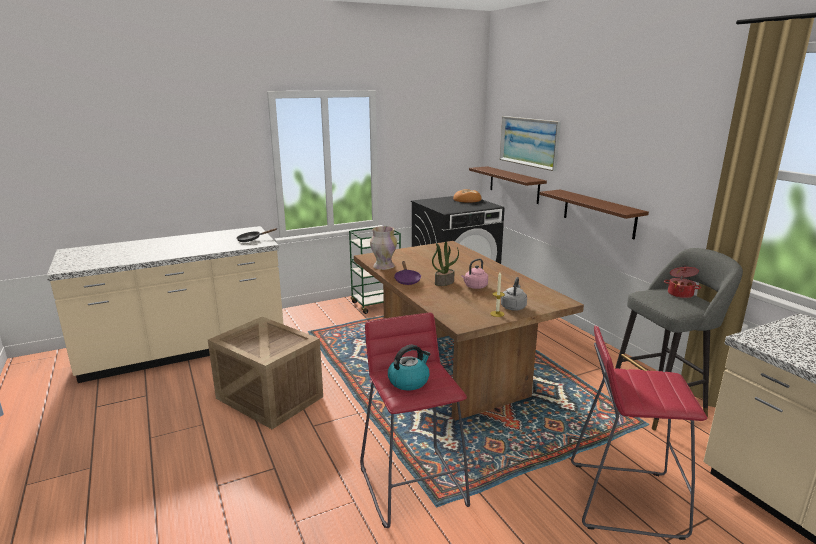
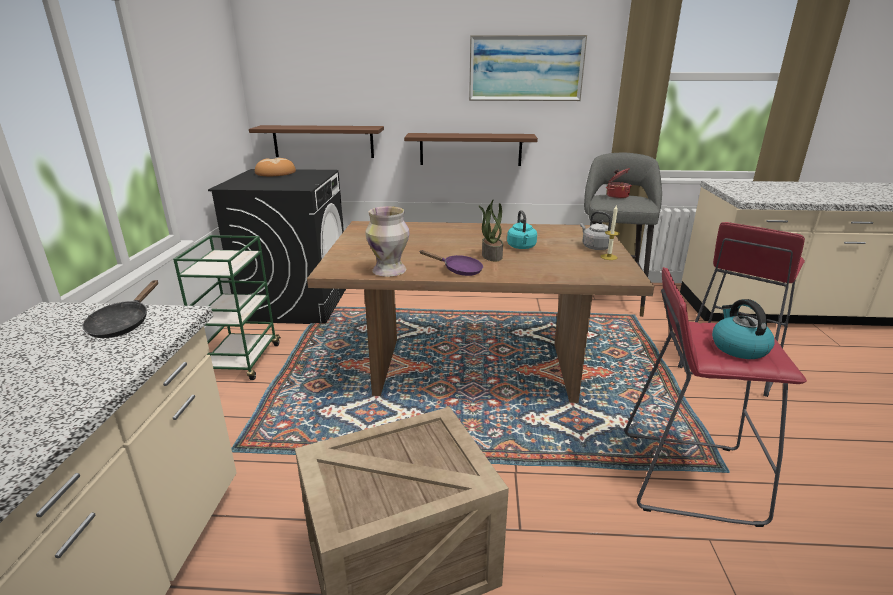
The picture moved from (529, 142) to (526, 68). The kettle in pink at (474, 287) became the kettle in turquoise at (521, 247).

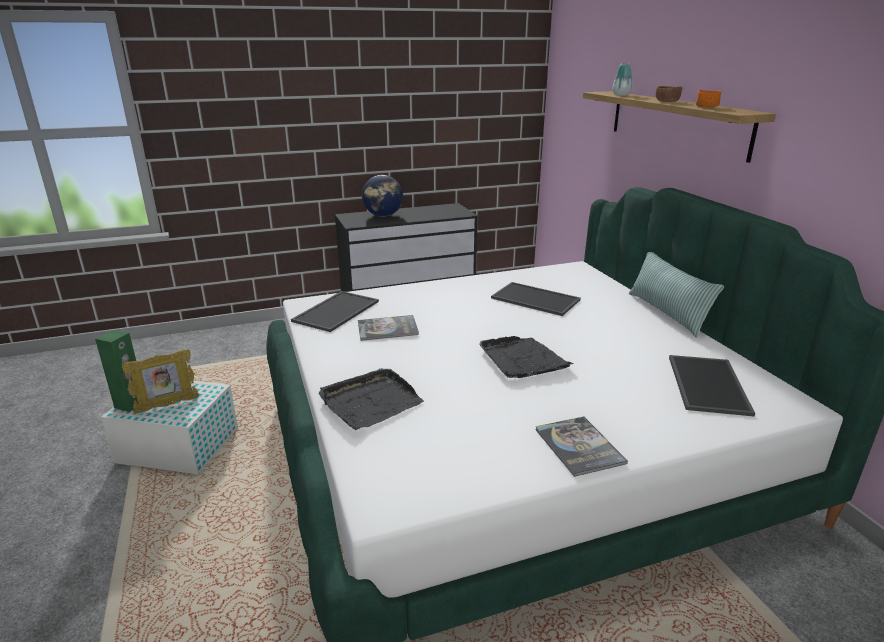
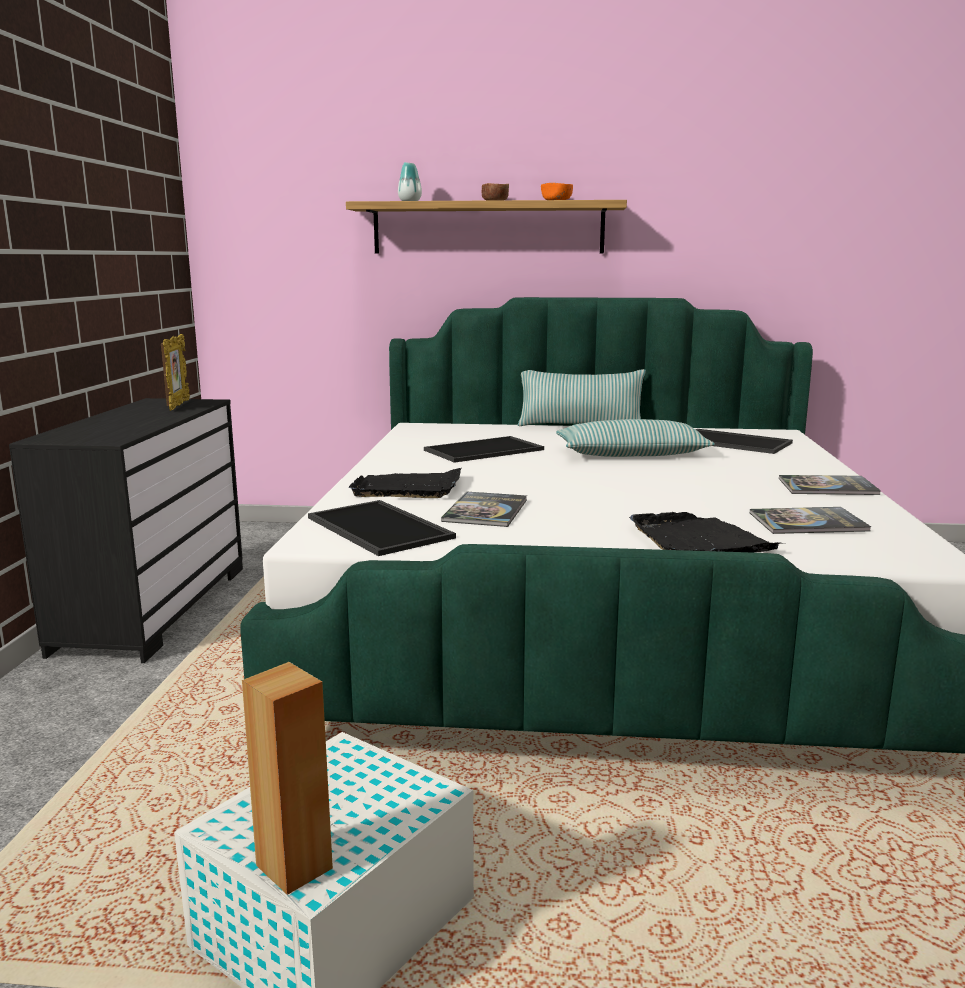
The picture frame moved from (167, 405) to (178, 405). The speaker in green at (130, 404) became the speaker in brown at (295, 866). The tray in black moved from (522, 360) to (408, 488). The pillow at (632, 454) appeared. The book at (807, 522) appeared. The globe at (383, 215) disappeared.

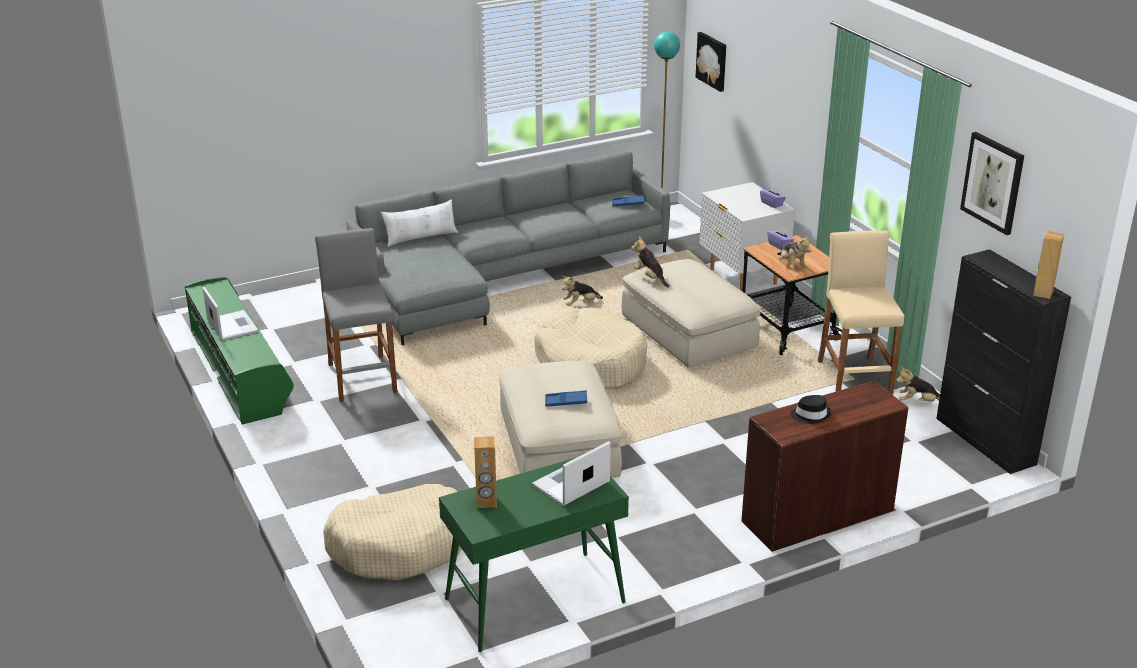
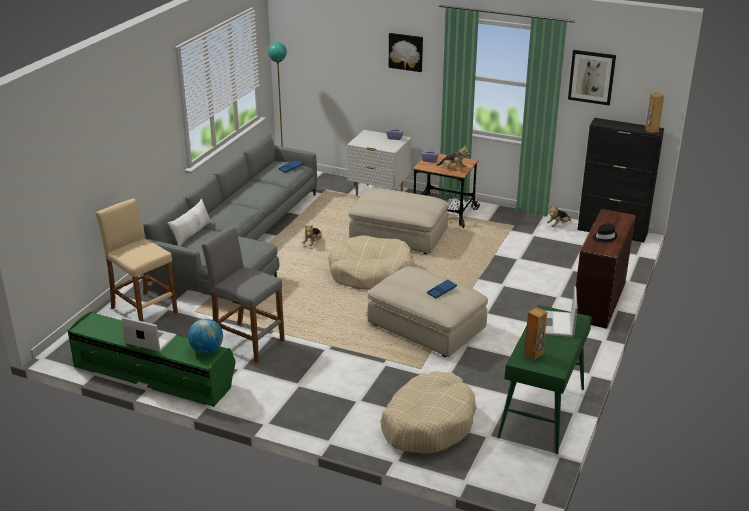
The stool in beige moved from (854, 378) to (144, 310). The globe at (206, 350) appeared. The picture moved from (712, 61) to (406, 51). The plush toy at (650, 277) disappeared.

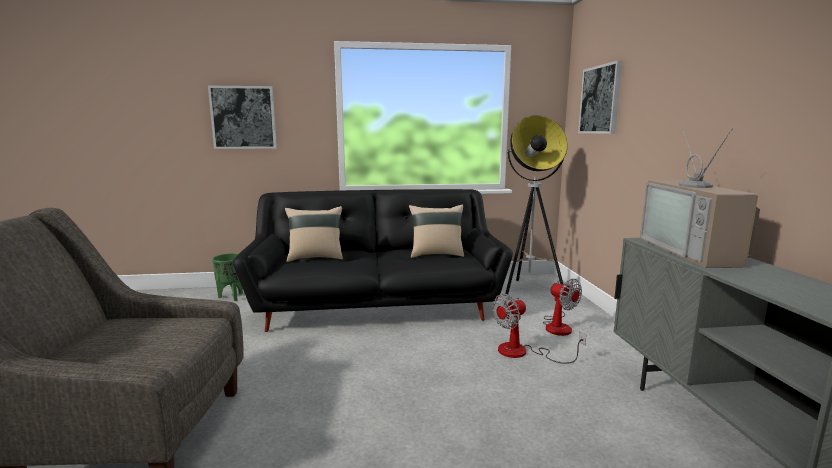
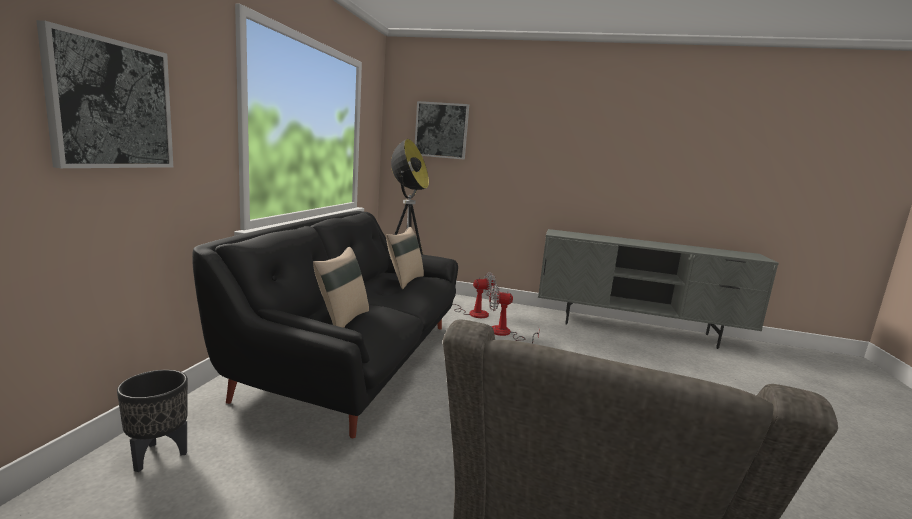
The planter in green at (232, 297) became the planter in black at (158, 455). The fan at (523, 352) turned 105 degrees clockwise. The television at (695, 252) disappeared.

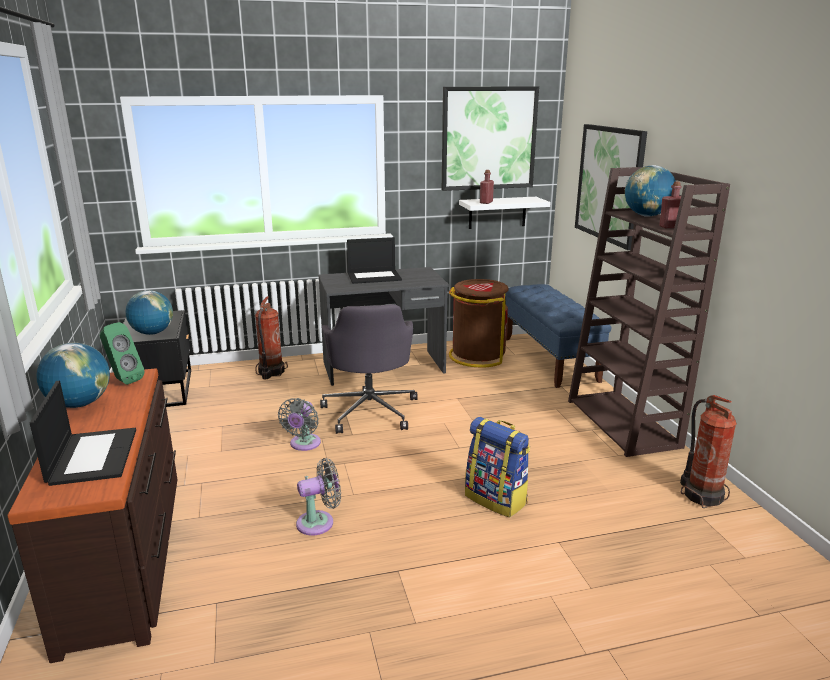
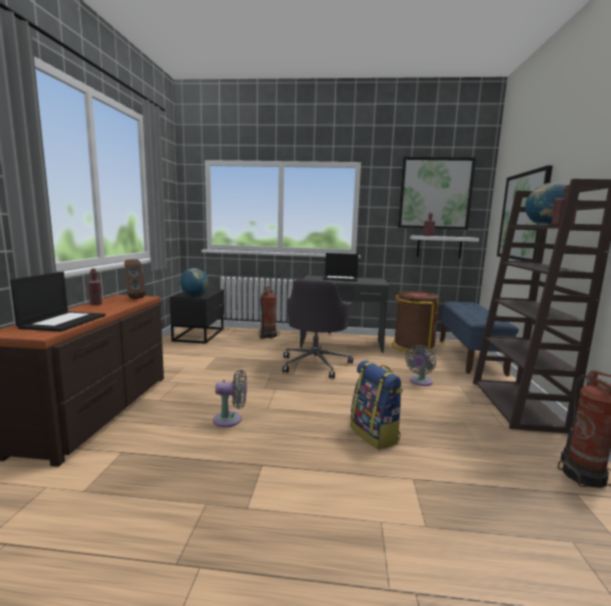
The globe at (80, 404) was replaced by the bottle in red at (96, 303). The speaker in green at (123, 380) became the speaker in brown at (134, 298). The fan in grey moved from (304, 444) to (420, 382).

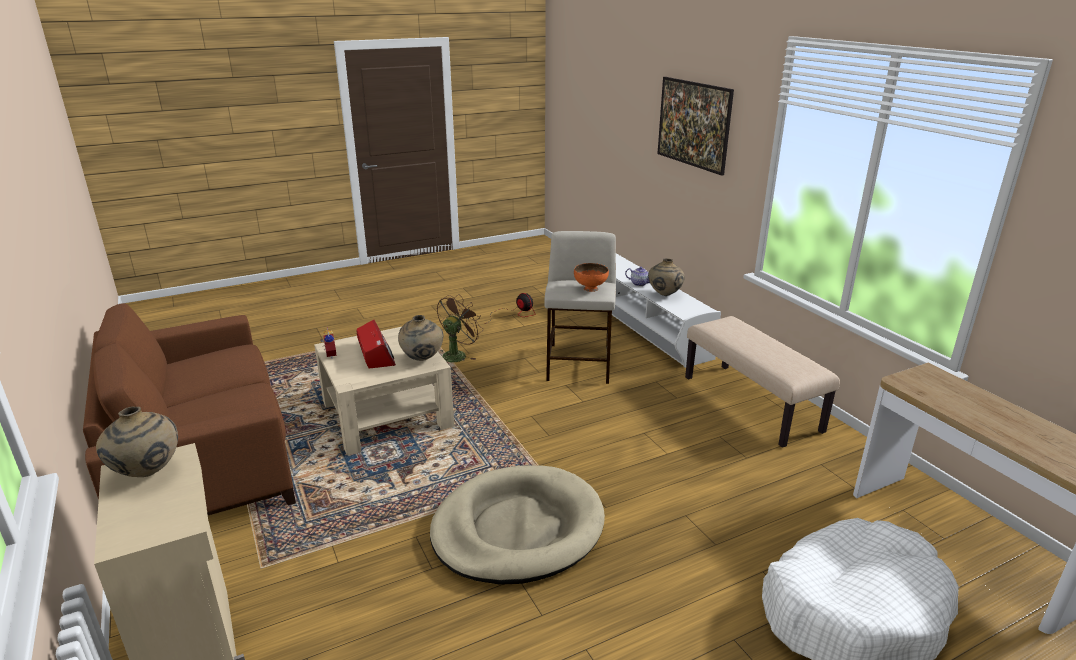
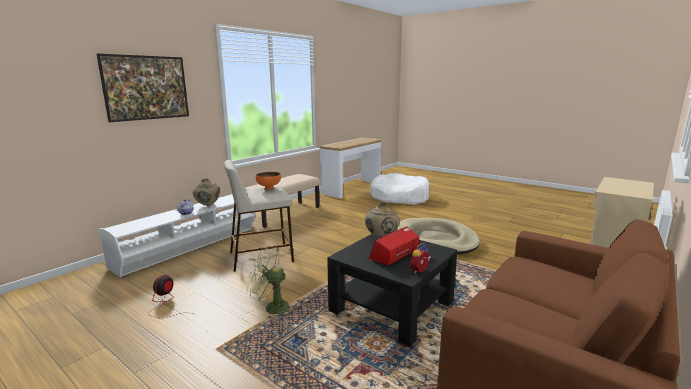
The fan in brown at (457, 354) became the fan in green at (271, 308). The coffee table in beige at (386, 414) became the coffee table in black at (392, 306). The vase in beige at (147, 474) disappeared.

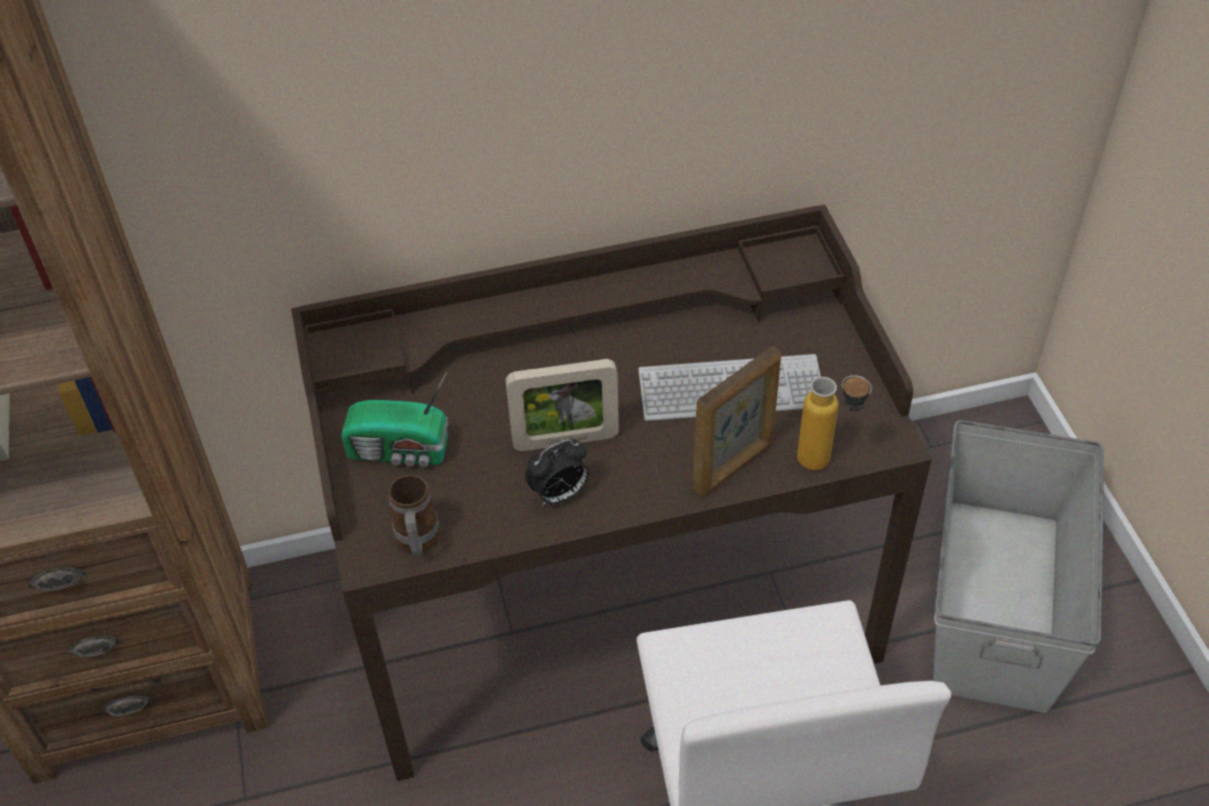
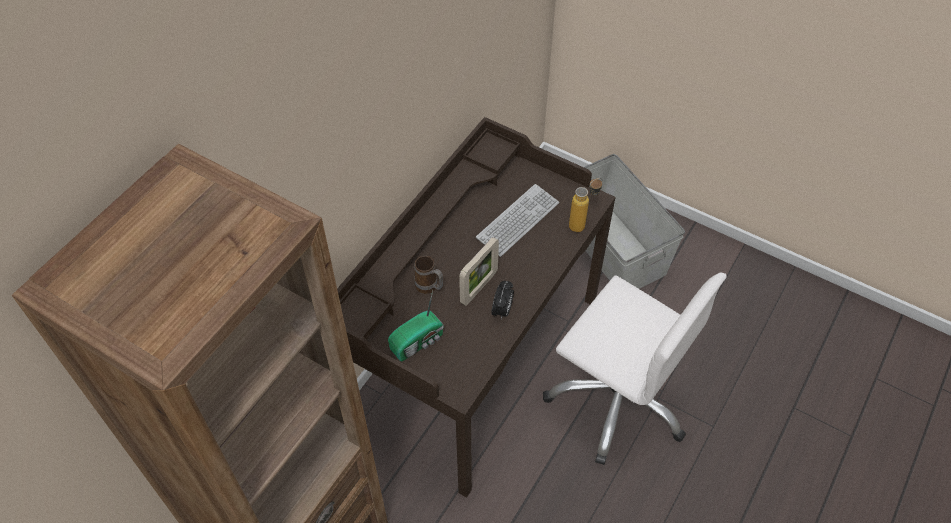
The mug moved from (417, 544) to (430, 287). The picture frame at (734, 466) disappeared.

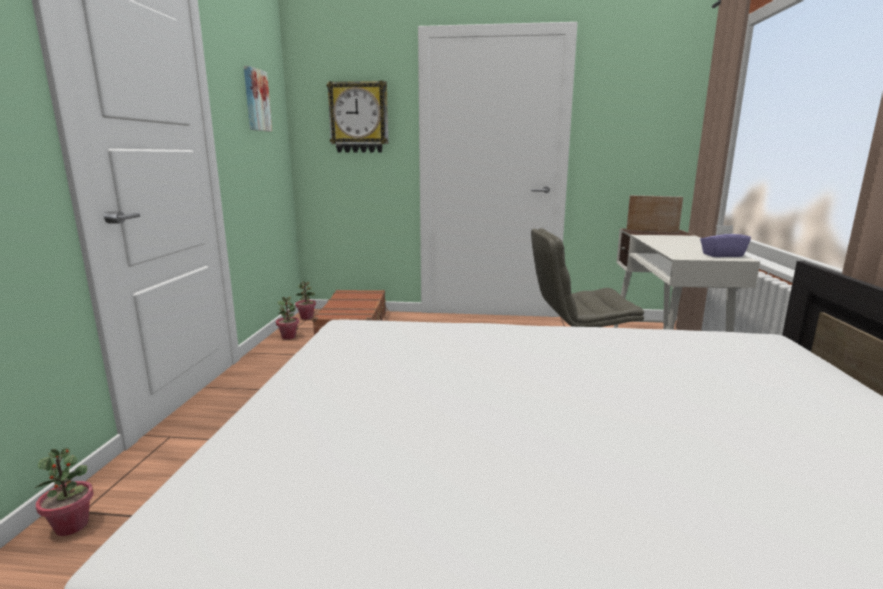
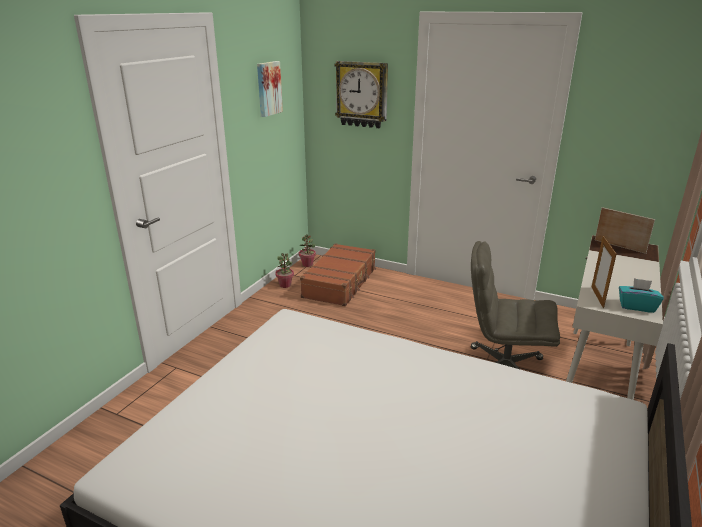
The picture frame at (597, 297) appeared. The tissue box in purple at (722, 255) became the tissue box in turquoise at (636, 306). The potted plant at (72, 526) disappeared.

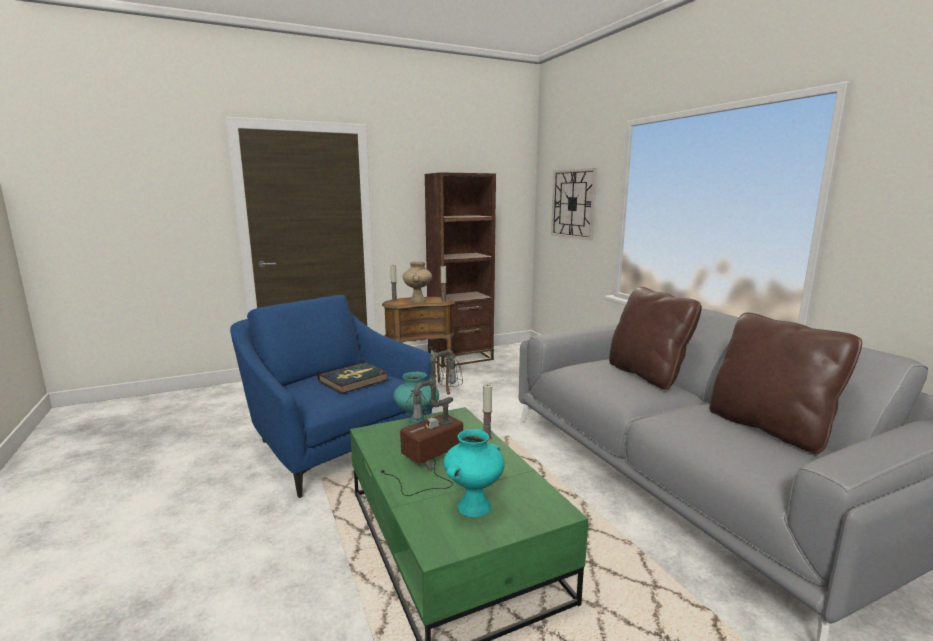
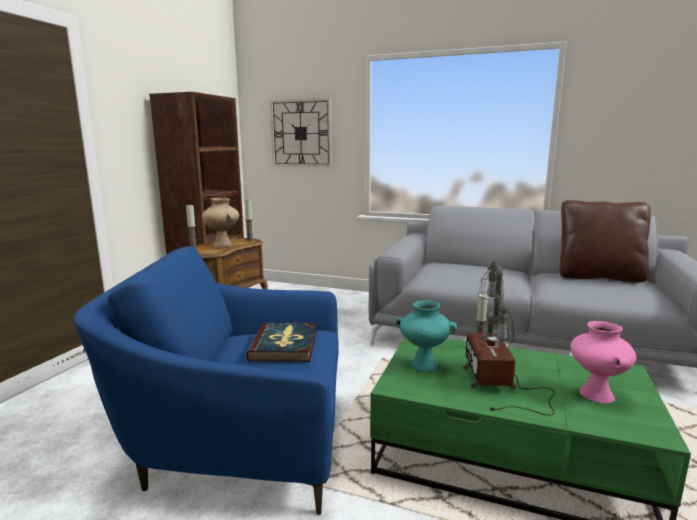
The vase in turquoise at (474, 506) became the vase in pink at (595, 394). The pillow in brown at (647, 375) disappeared.

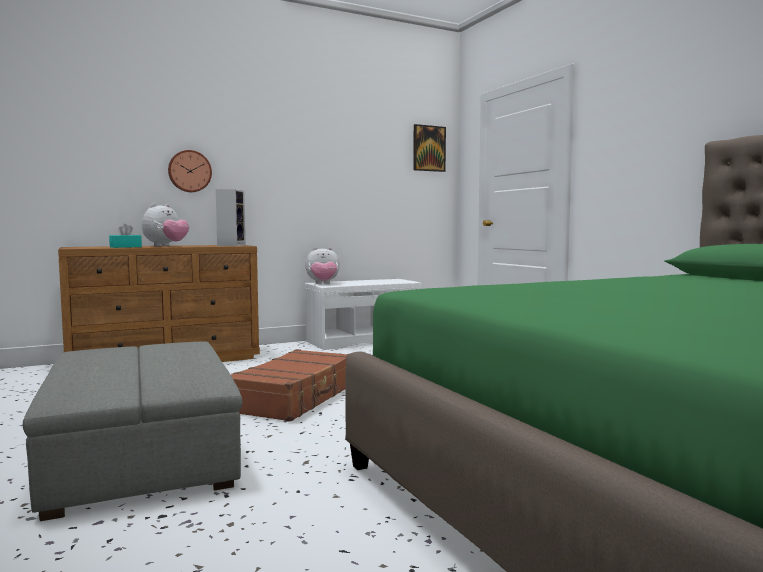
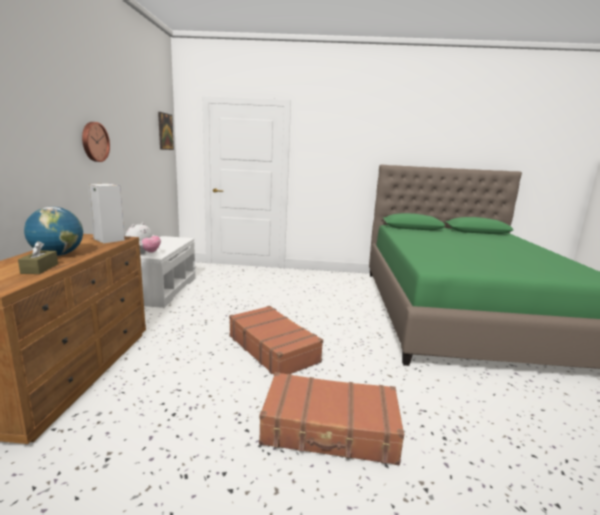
The tissue box in turquoise at (125, 247) became the tissue box in brown at (40, 268). The plush toy at (166, 246) was replaced by the globe at (57, 255). The wall clock moved from (189, 171) to (94, 142). The ottoman in grey at (140, 451) was replaced by the suitcase in brown at (330, 430).

